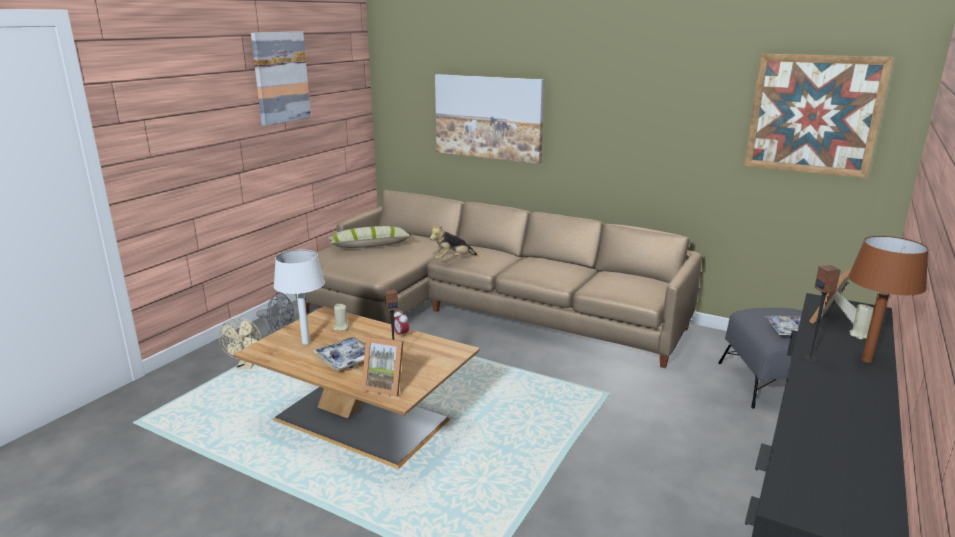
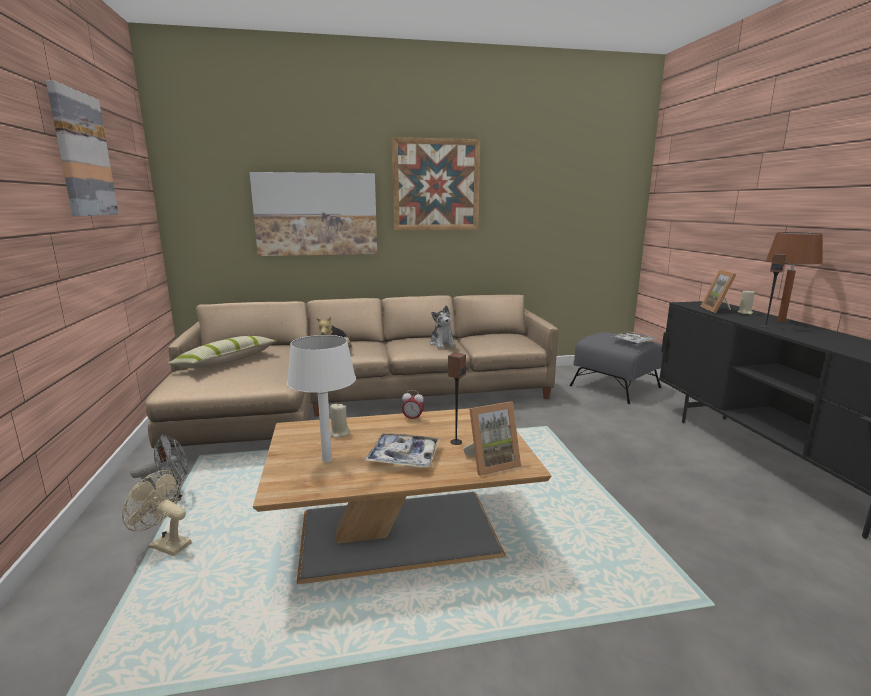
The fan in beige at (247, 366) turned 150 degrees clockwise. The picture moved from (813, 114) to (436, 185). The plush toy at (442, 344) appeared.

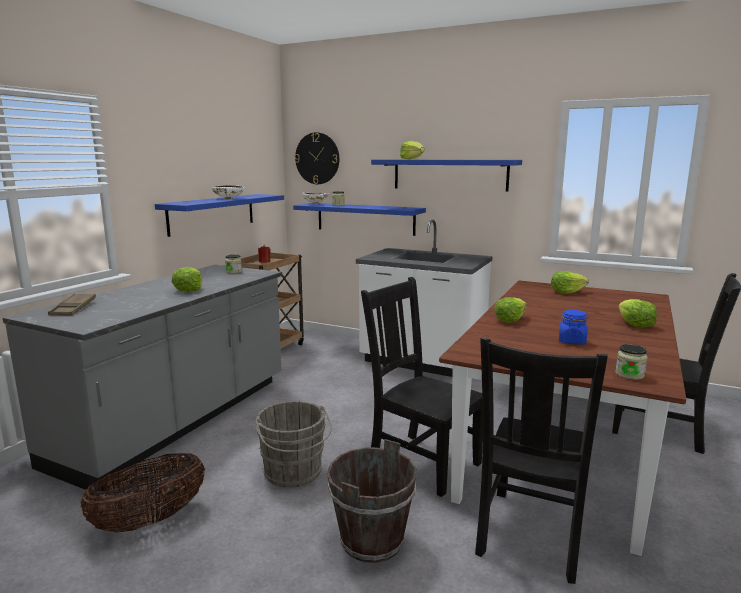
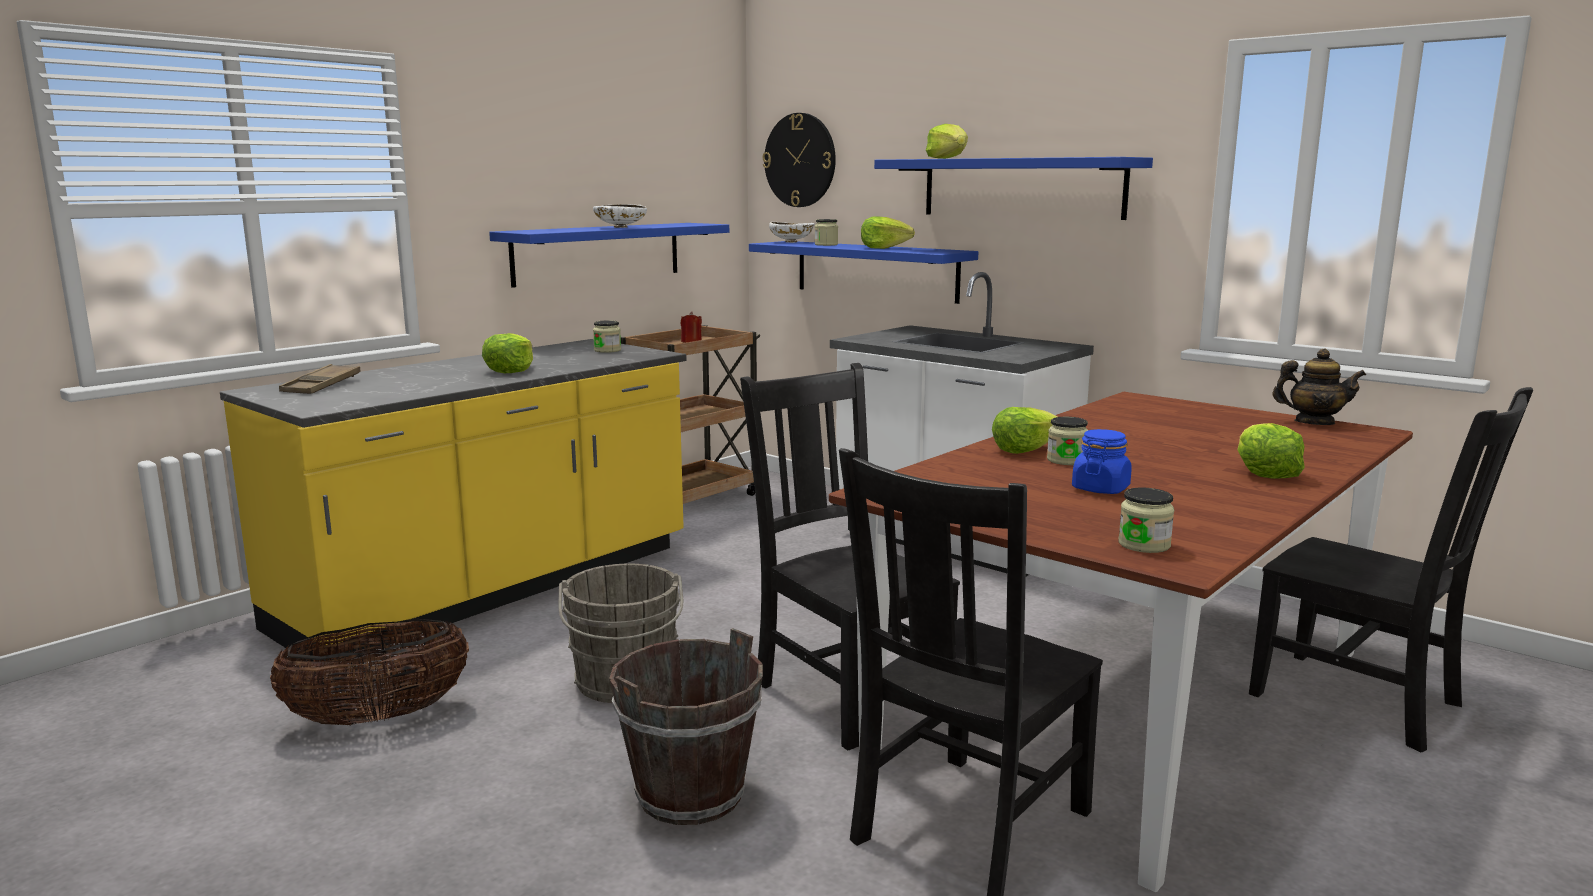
The counter in grey at (178, 420) became the counter in yellow at (492, 588). The lettuce moved from (566, 292) to (884, 248). The jar at (1066, 460) appeared. The teapot at (1314, 422) appeared.

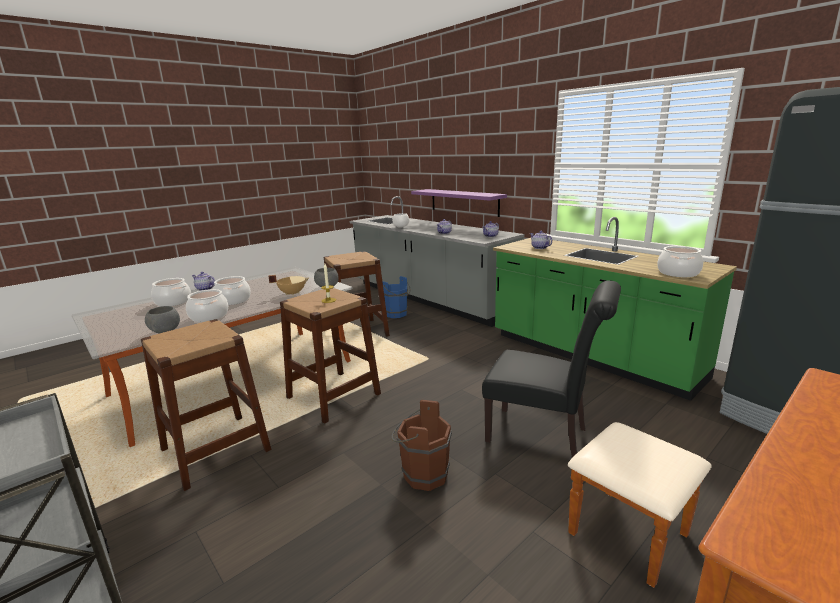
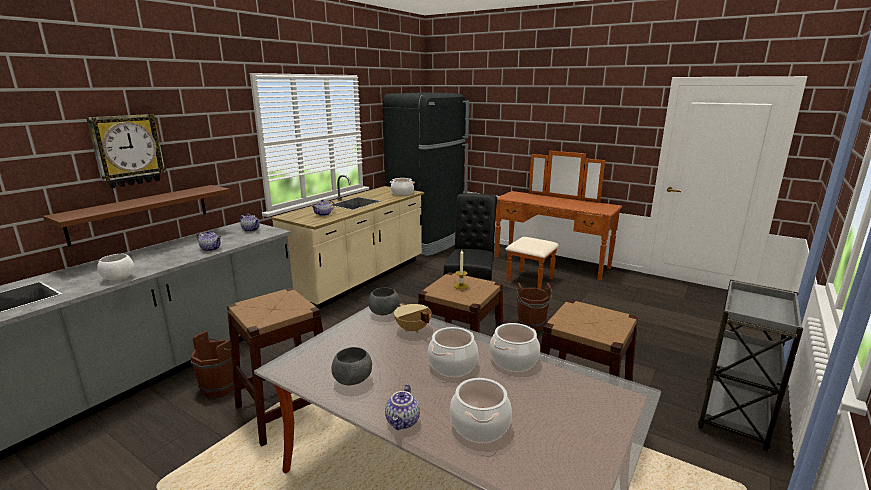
The shelf in purple at (464, 202) became the shelf in brown at (141, 213). The wall clock at (127, 150) appeared. The bucket in blue at (397, 314) became the bucket in brown at (222, 385). The counter in green at (590, 356) became the counter in beige at (360, 279). The bowl in grey moved from (165, 331) to (353, 381).

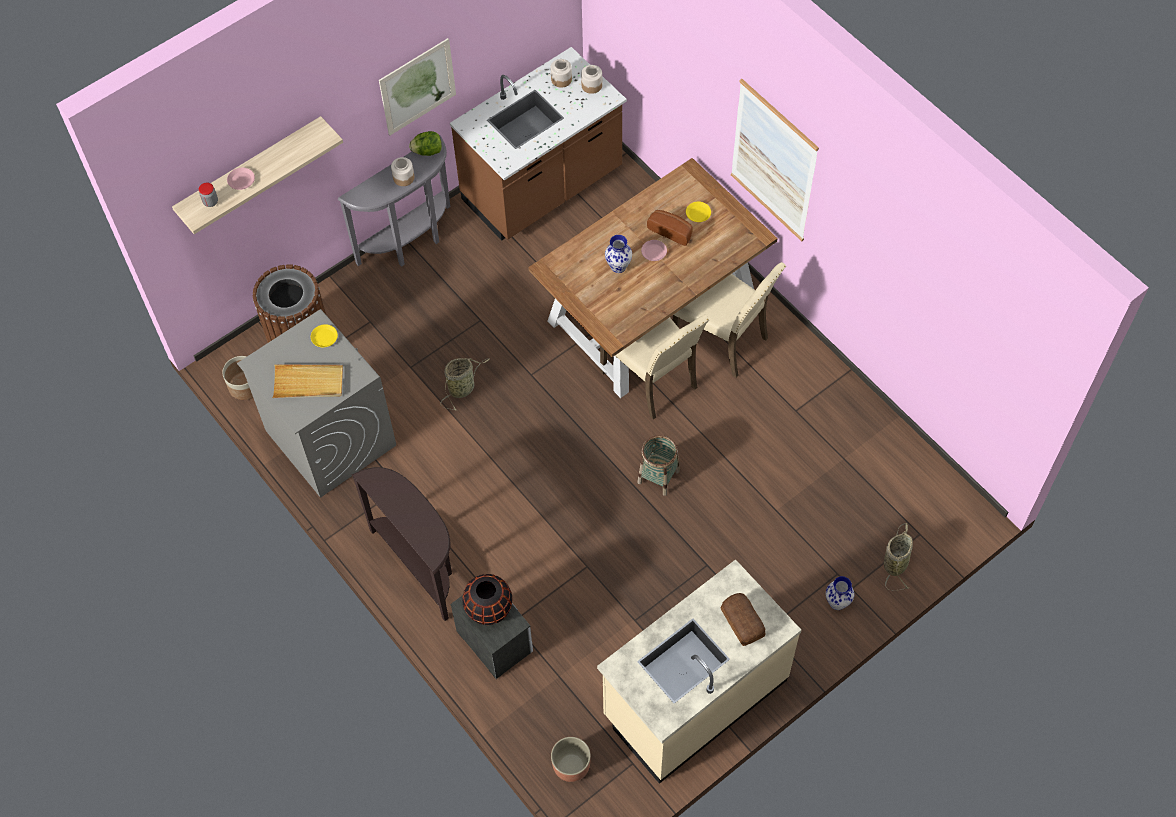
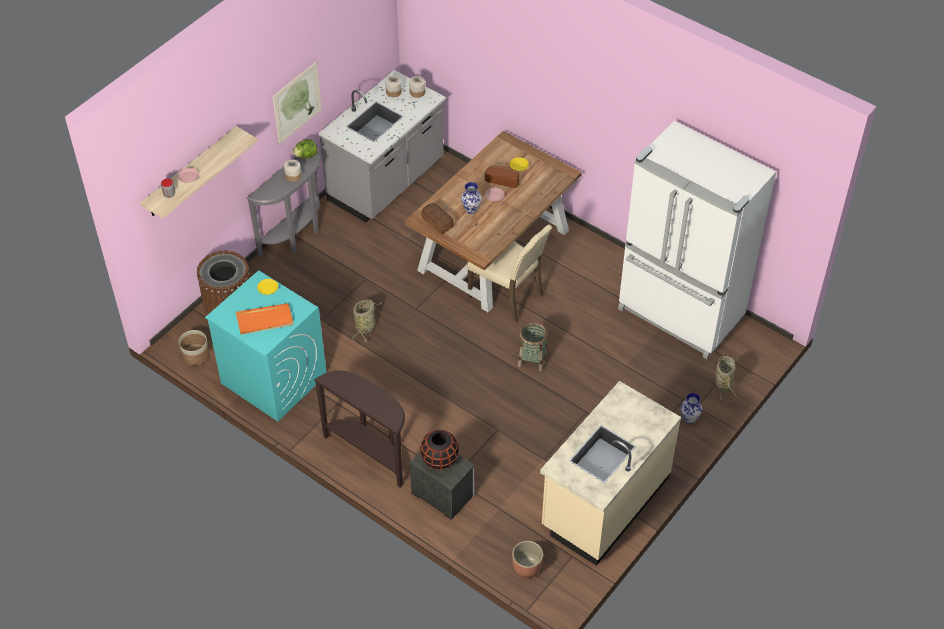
The washing machine in grey at (329, 437) became the washing machine in turquoise at (273, 379). The tray in beige at (308, 383) became the tray in orange at (265, 320). The counter in brown at (543, 187) became the counter in grey at (387, 182). The bread moved from (742, 621) to (437, 221). The fridge in white at (680, 315) appeared. The chair in beige at (723, 340) disappeared. The picture at (773, 161) disappeared.

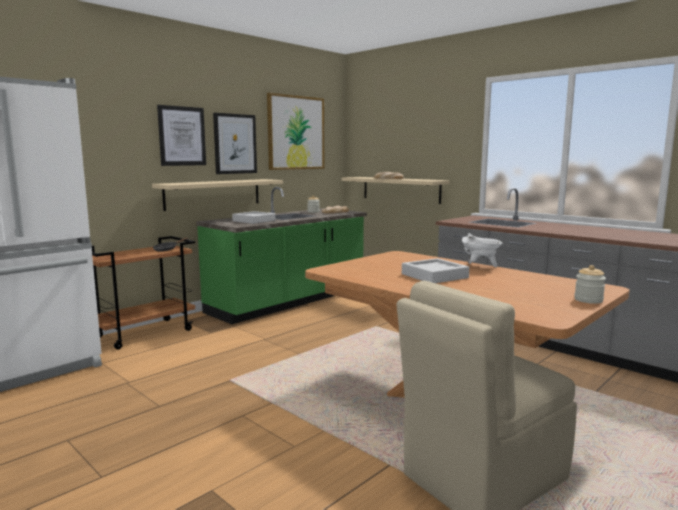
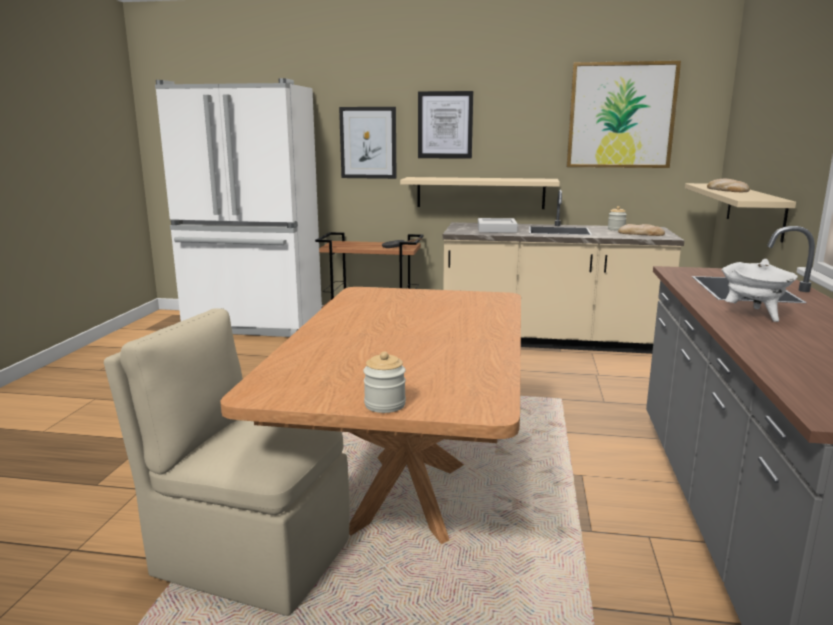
The picture moved from (235, 144) to (368, 143). The counter in green at (289, 301) became the counter in beige at (550, 340). The cooking pot in white moved from (479, 266) to (753, 315). The tray in grey at (434, 276) disappeared.

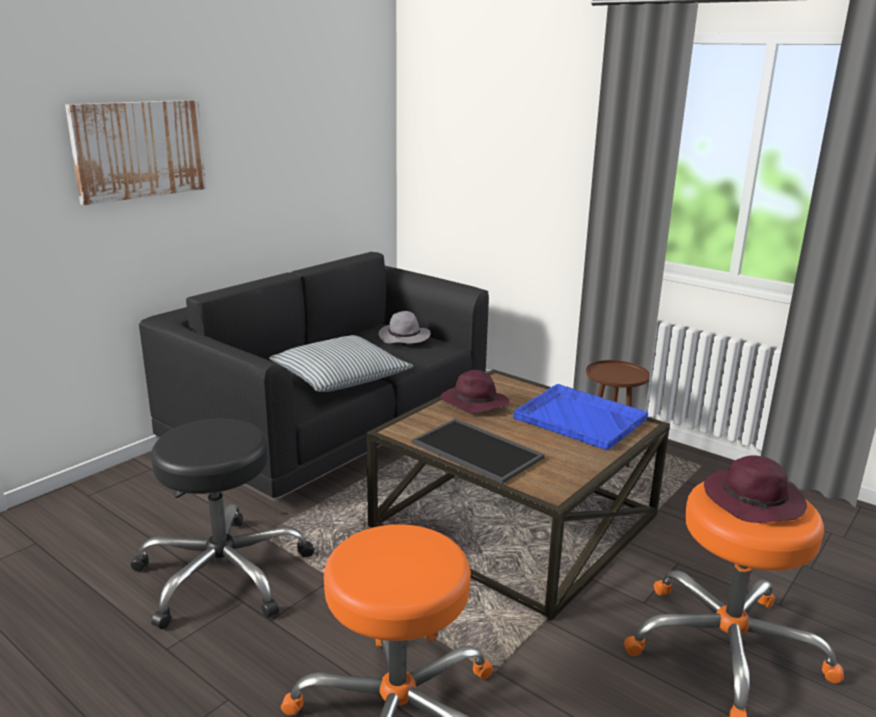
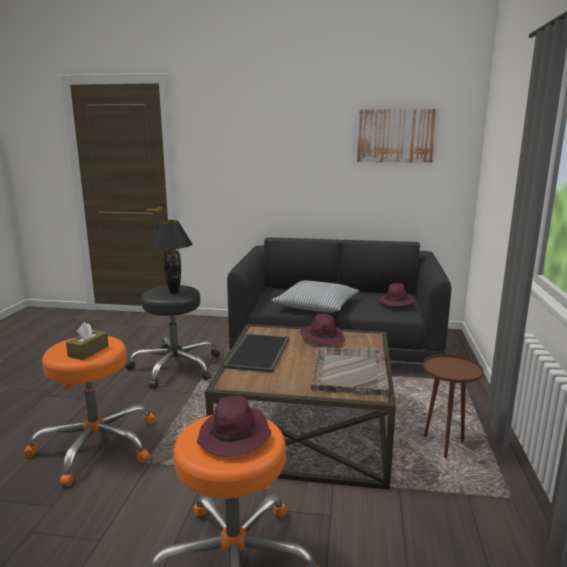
The tissue box in brown at (88, 351) appeared. The table lamp in black at (174, 292) appeared. The tray in blue at (579, 418) became the tray in grey at (349, 371). The picture moved from (139, 149) to (396, 136). The hat in grey at (404, 337) became the hat in purple at (396, 302).

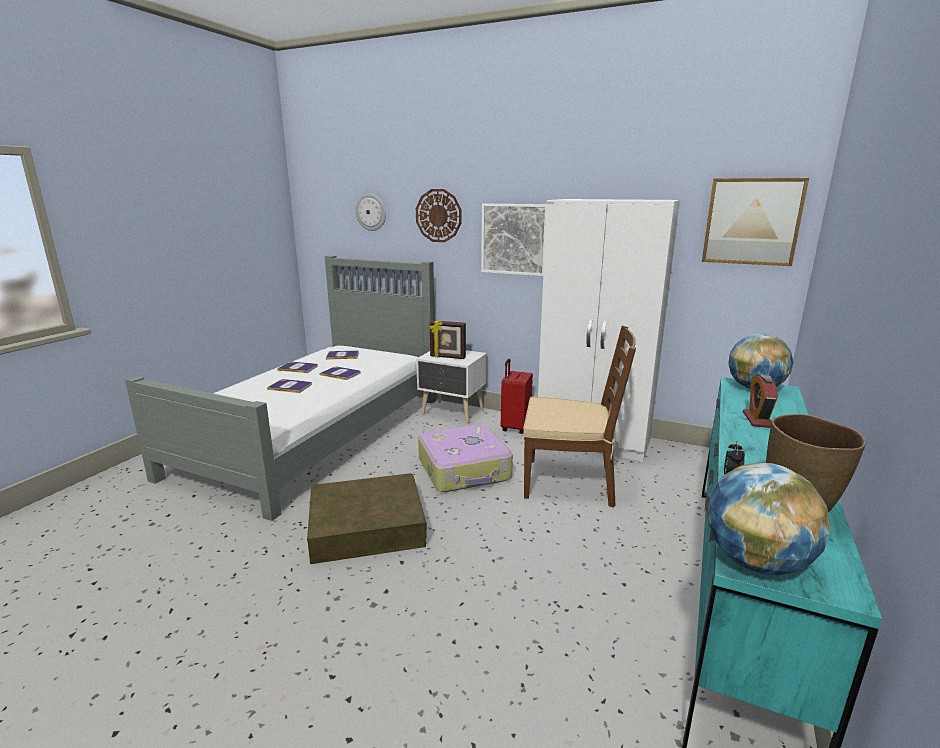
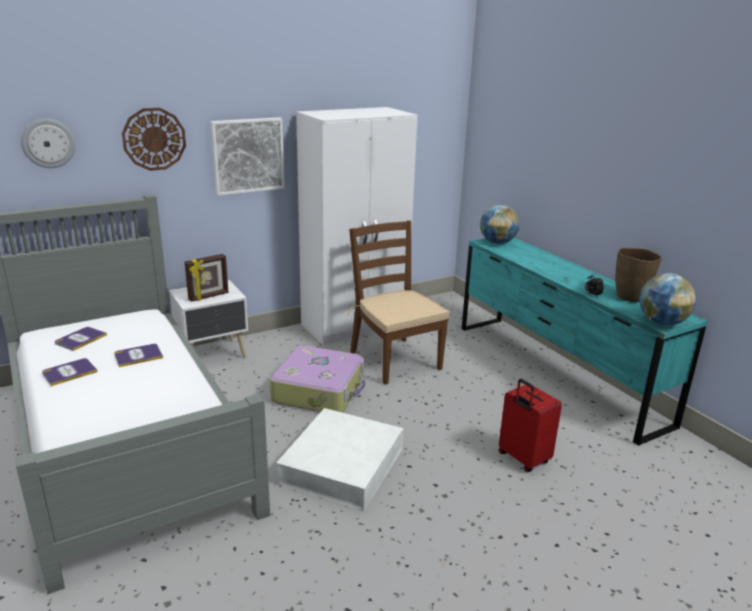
The storage box in brown at (366, 525) became the storage box in white at (342, 466). The chair in brown at (570, 482) turned 75 degrees counterclockwise. The suitcase in red moved from (514, 427) to (522, 459). The book at (290, 386) disappeared. The picture at (752, 221) disappeared. The alarm clock at (757, 420) disappeared.

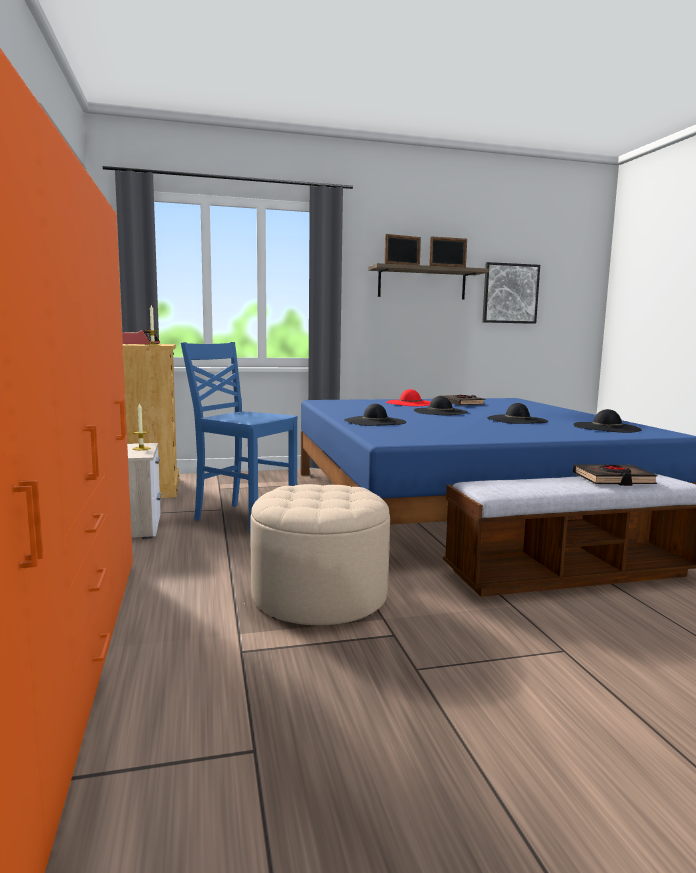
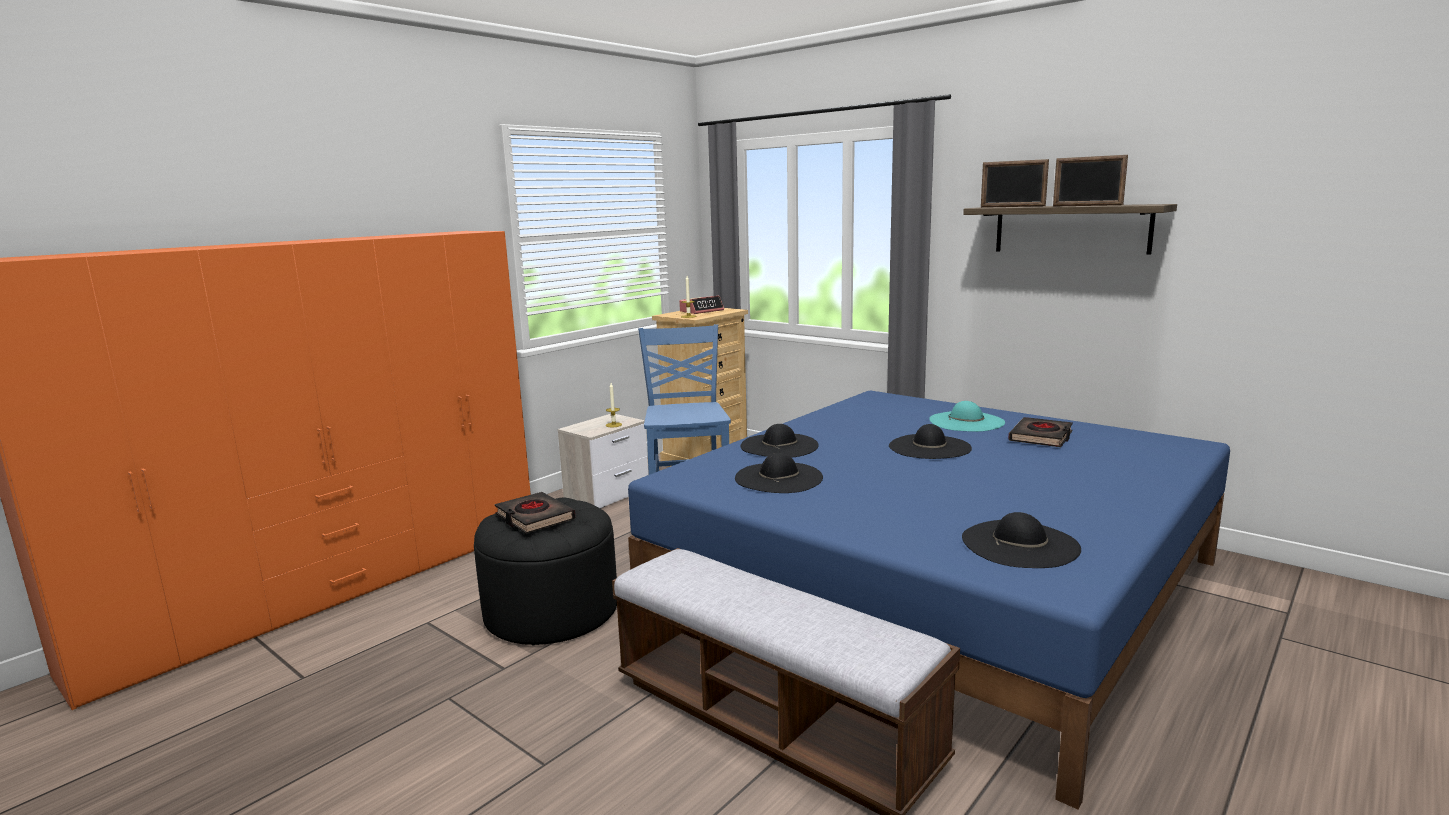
The ottoman in beige at (319, 595) became the ottoman in black at (551, 611). The book in black moved from (613, 479) to (534, 518). The hat in black moved from (516, 420) to (778, 478). The hat in red at (410, 403) became the hat in turquoise at (966, 421). The picture at (510, 293) disappeared.

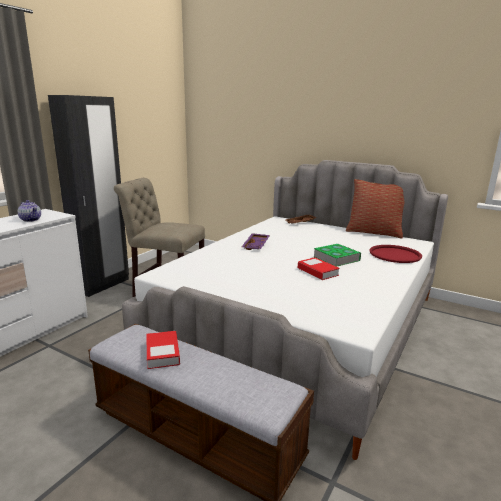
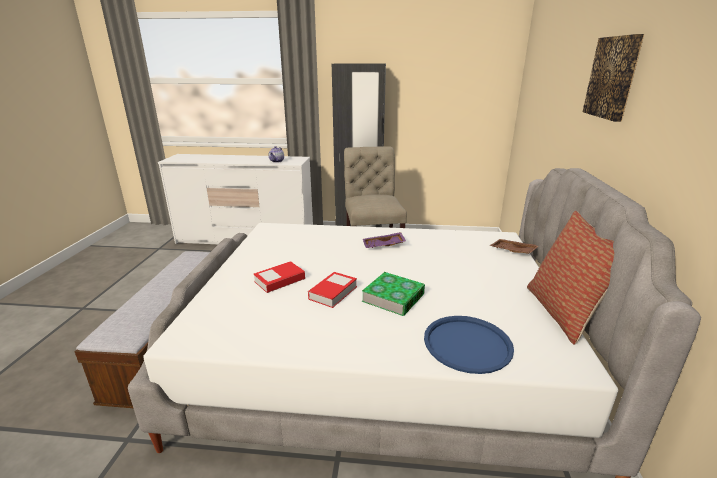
The book moved from (162, 353) to (280, 280). The tray in red at (395, 254) became the tray in blue at (467, 344). The picture at (613, 77) appeared.

